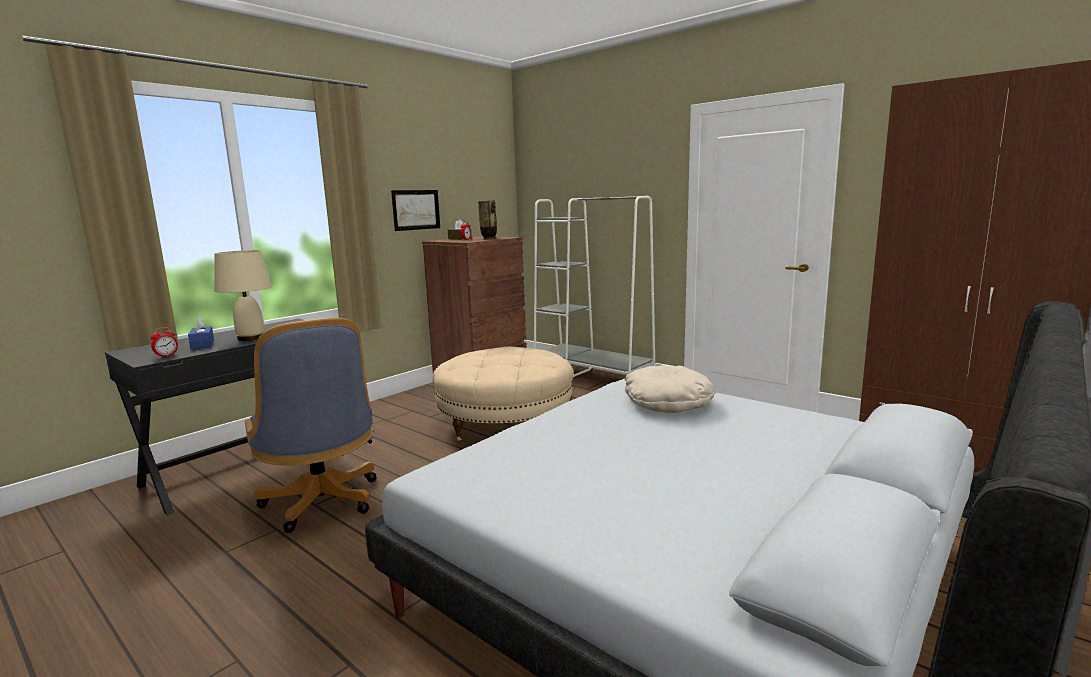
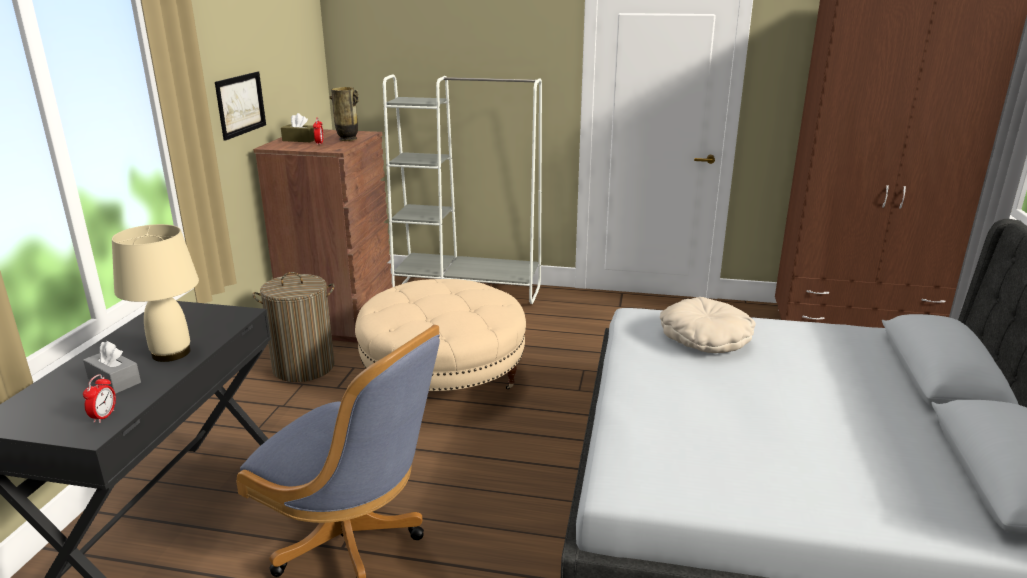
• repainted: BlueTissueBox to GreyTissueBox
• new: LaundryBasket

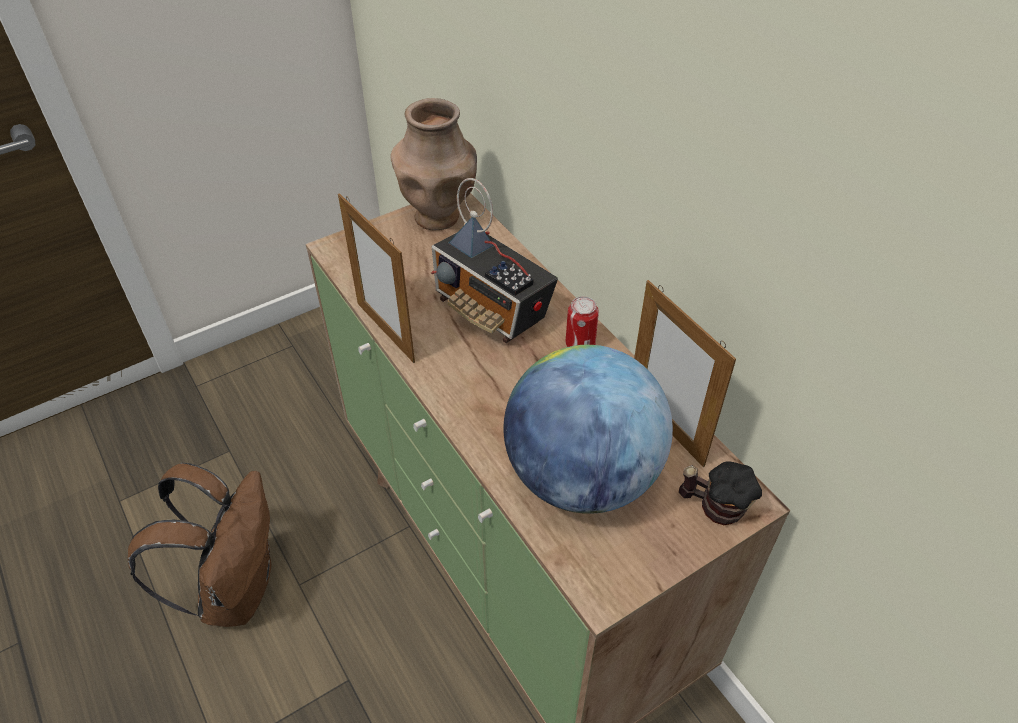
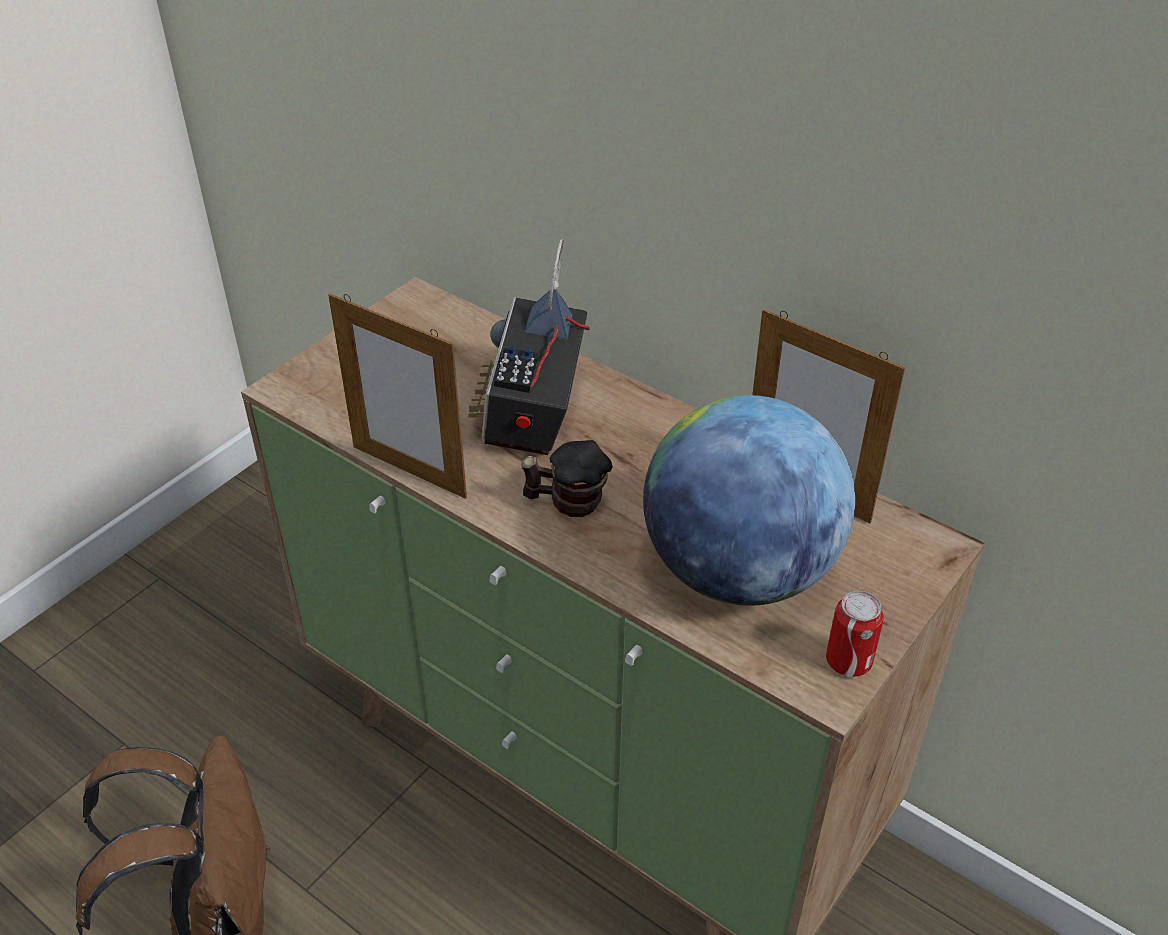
• gone: BrownVase
• rotated: Radio 75 degrees clockwise
• shifted: Can
• shifted: Mug

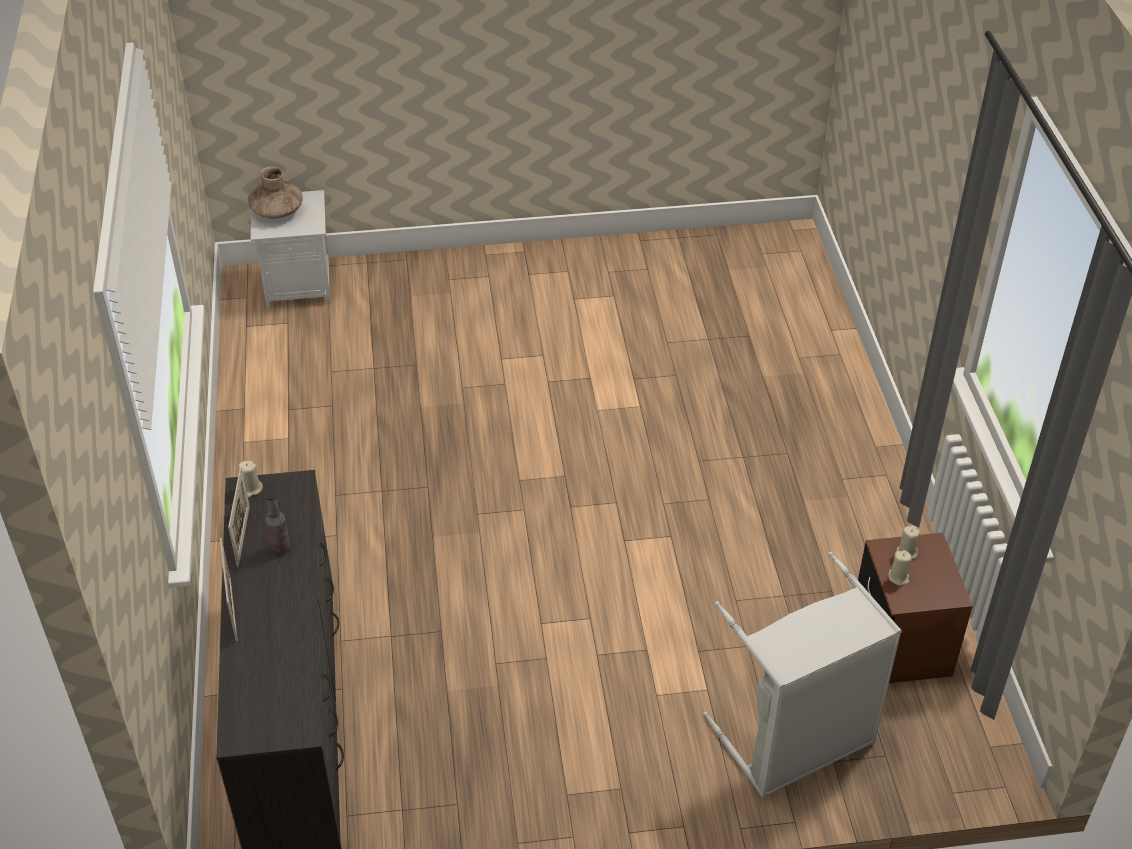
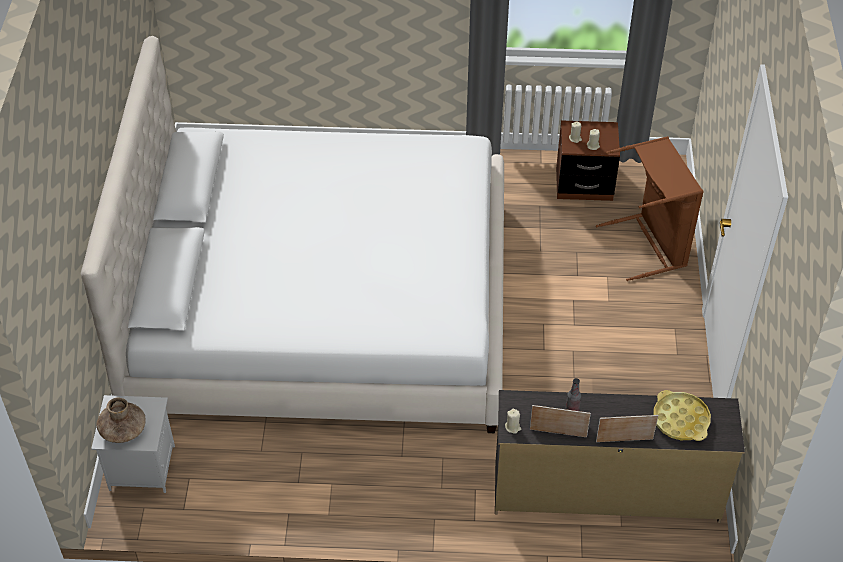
• repainted: GreyLaundryBasket to BrownLaundryBasket
• new: WhiteBed
• new: YellowTray

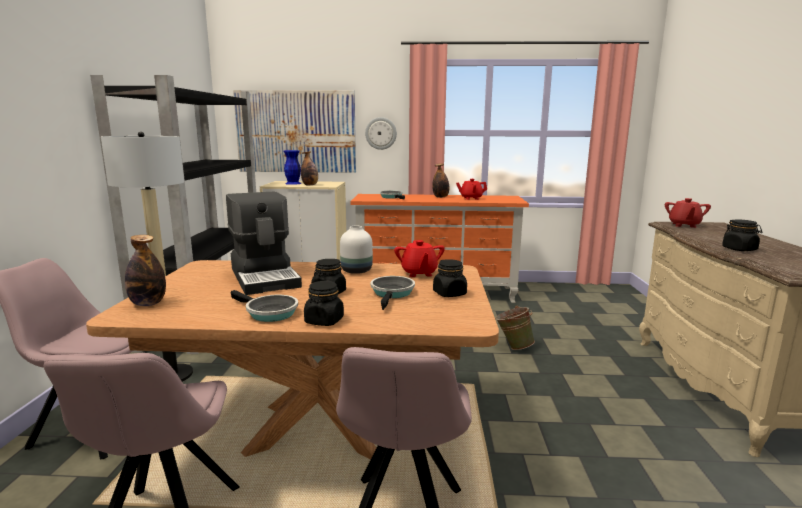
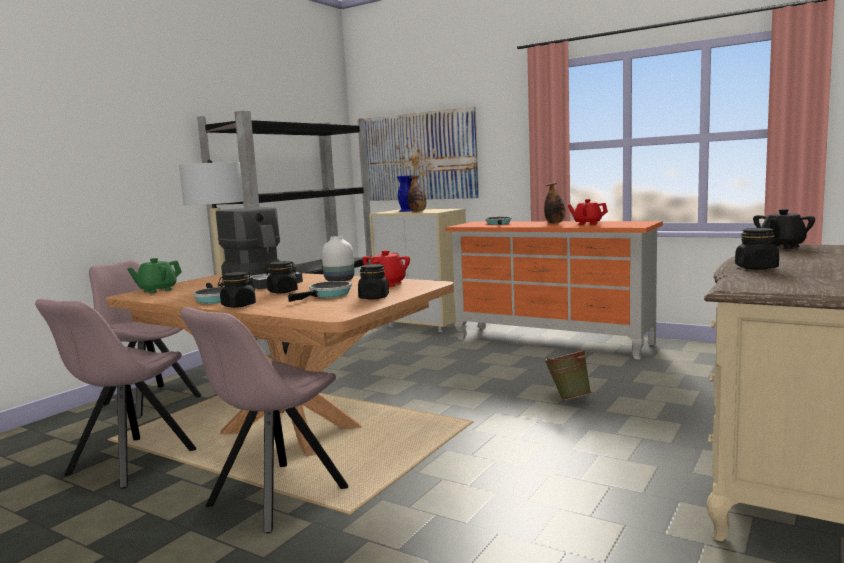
• gone: WallClock
• rotated: CoffeeMachine 45 degrees counterclockwise
• repainted: RedTeapot (no. 3 from left) to BlackTeapot
• swapped: Bottle (no. 1 from left) to GreenTeapot

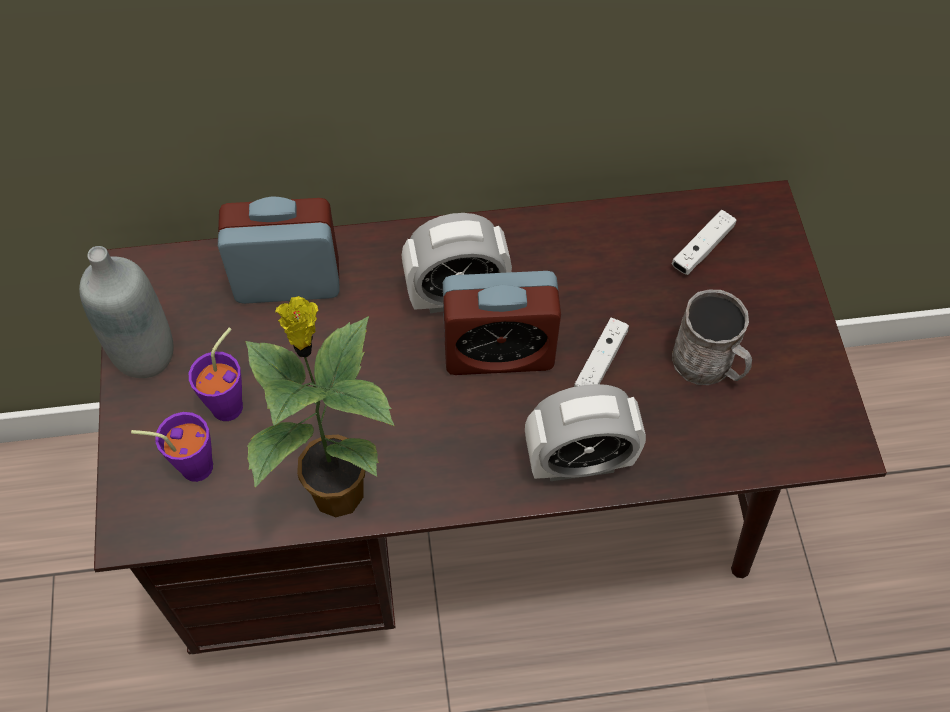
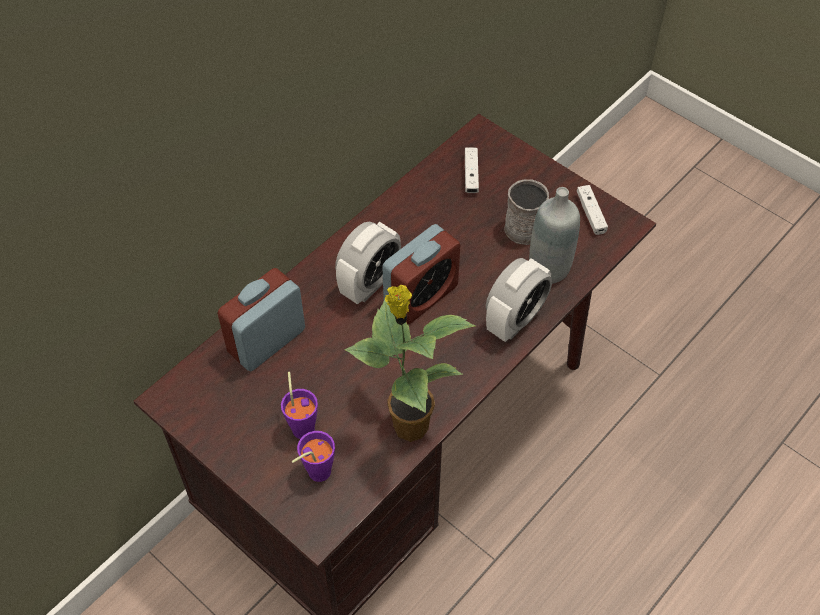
• shifted: GreyBottle
• shifted: WhiteGameController (no. 1 from left in the first image) to WhiteGameController (no. 2 from left)

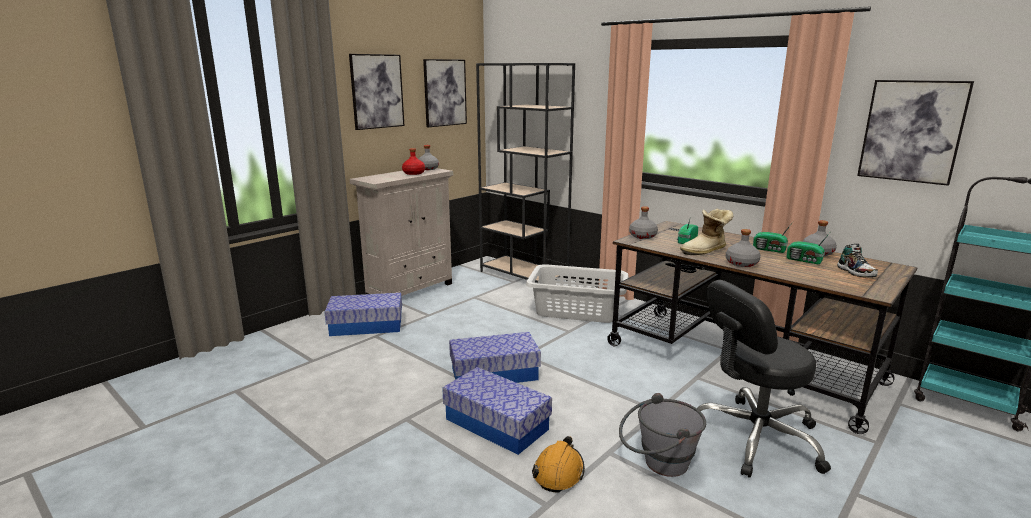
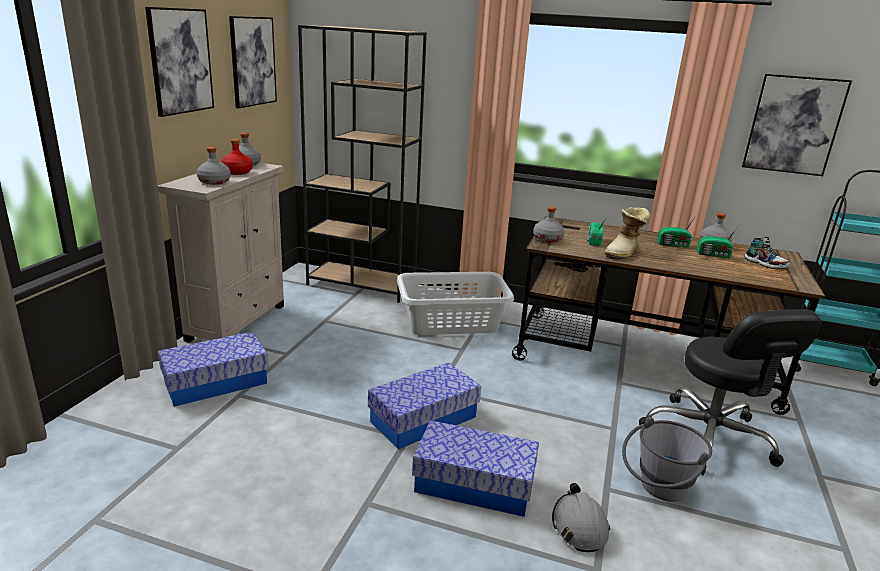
• shifted: GreyBottle (no. 3 from left in the first image) to GreyBottle (no. 1 from left)
• rotated: BlackOfficeChair 60 degrees counterclockwise
• repainted: OrangeHardHat to GreyHardHat

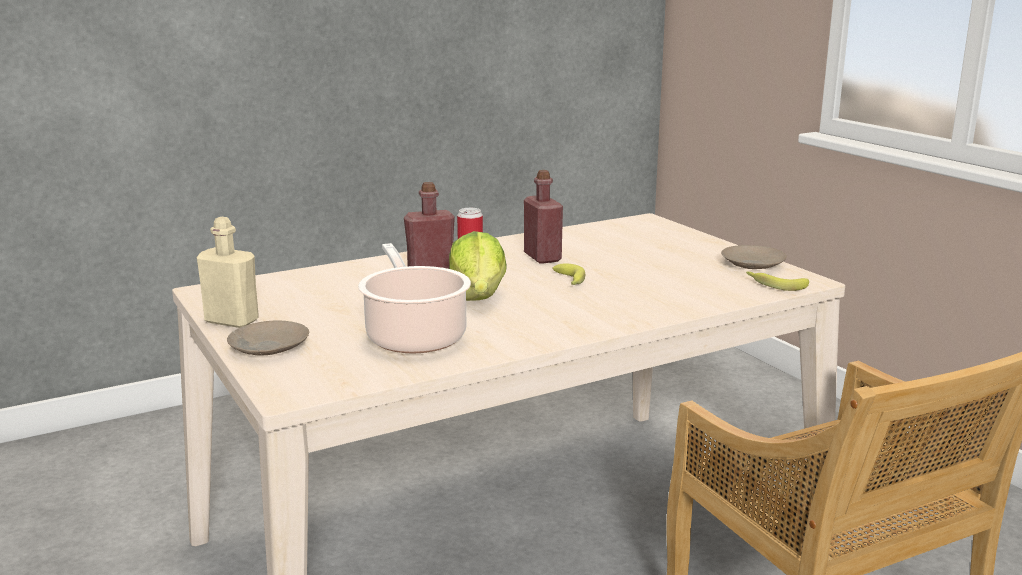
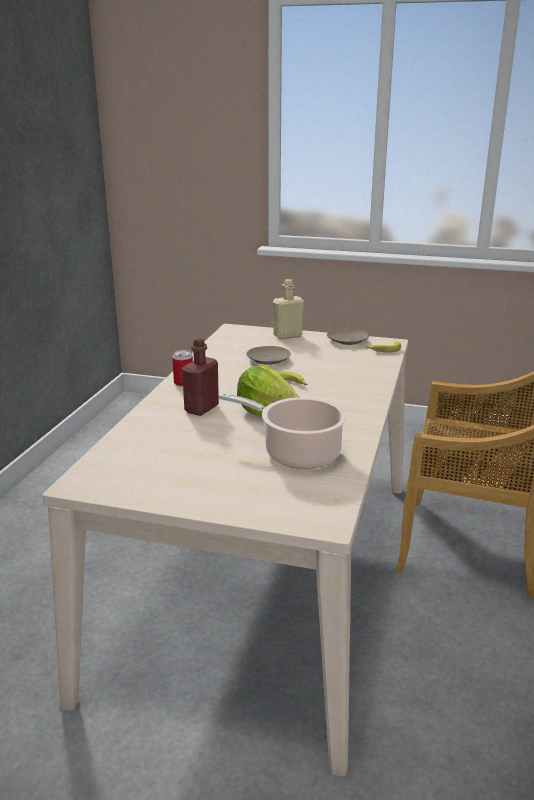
• gone: RedBottle (no. 2 from left)
• shifted: BeigeBottle
• shifted: BeigePlate (no. 1 from left)

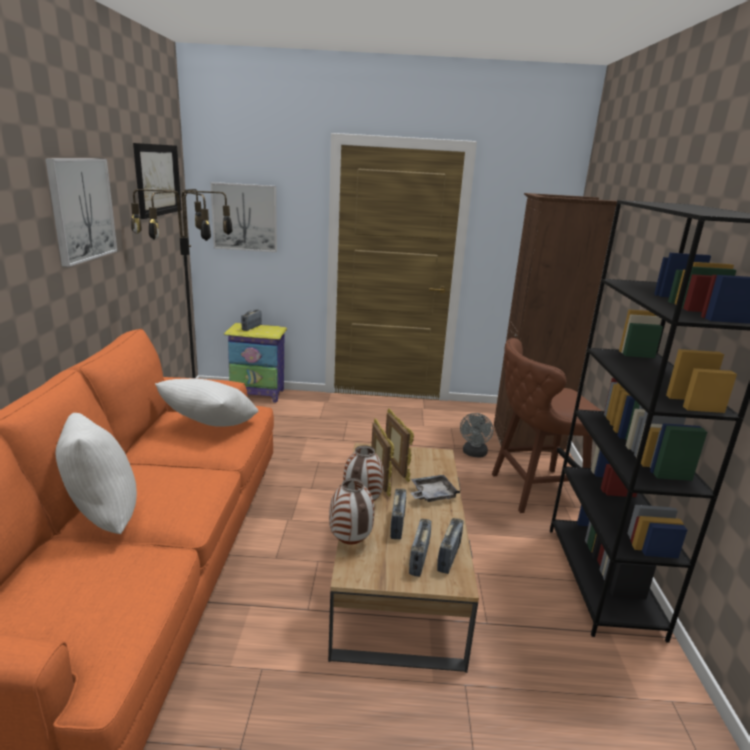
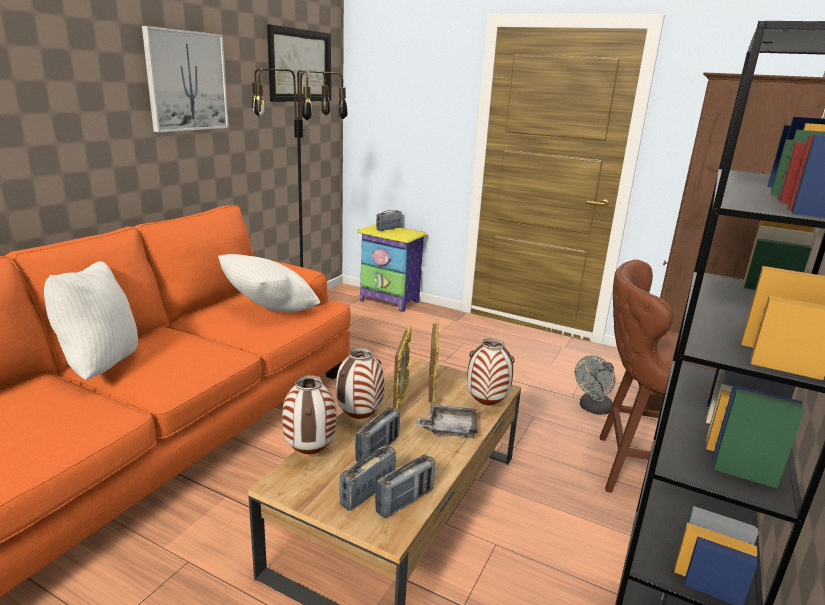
• gone: Picture (no. 3 from left)
• new: Vase (no. 3 from left)

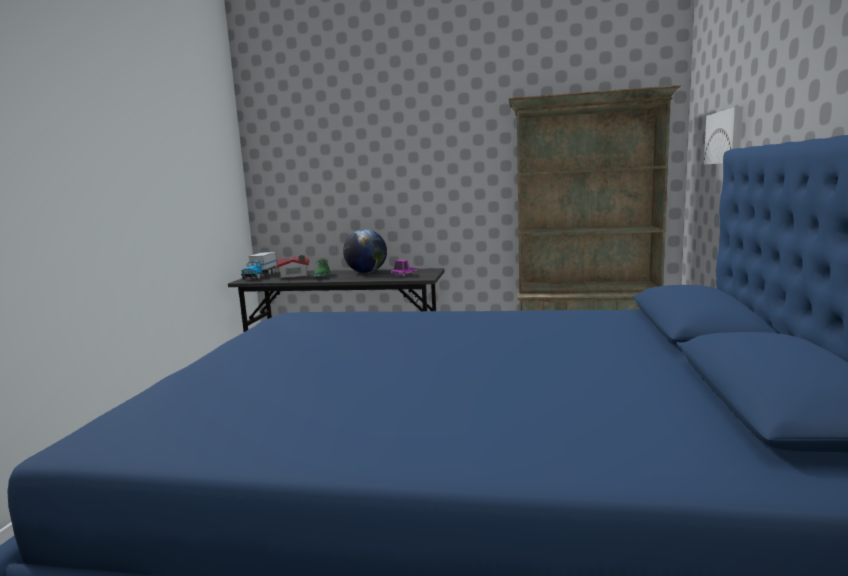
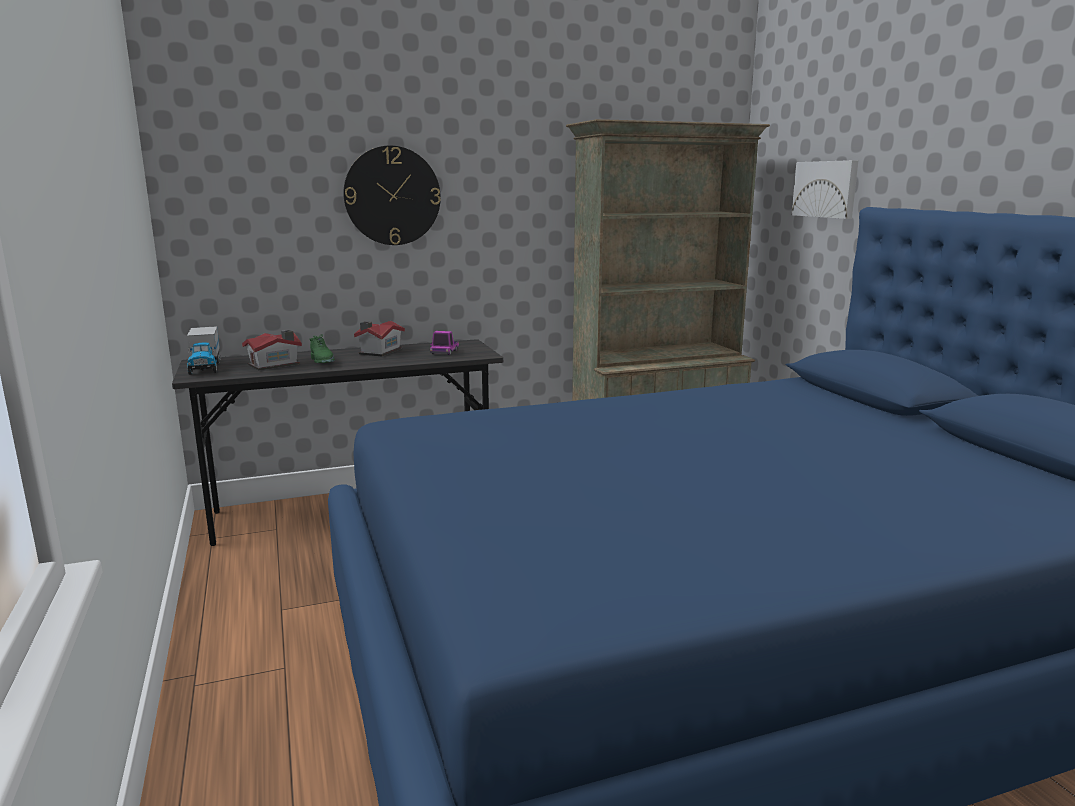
• swapped: Globe to ToyHouse (no. 2 from left)
• new: WallClock

